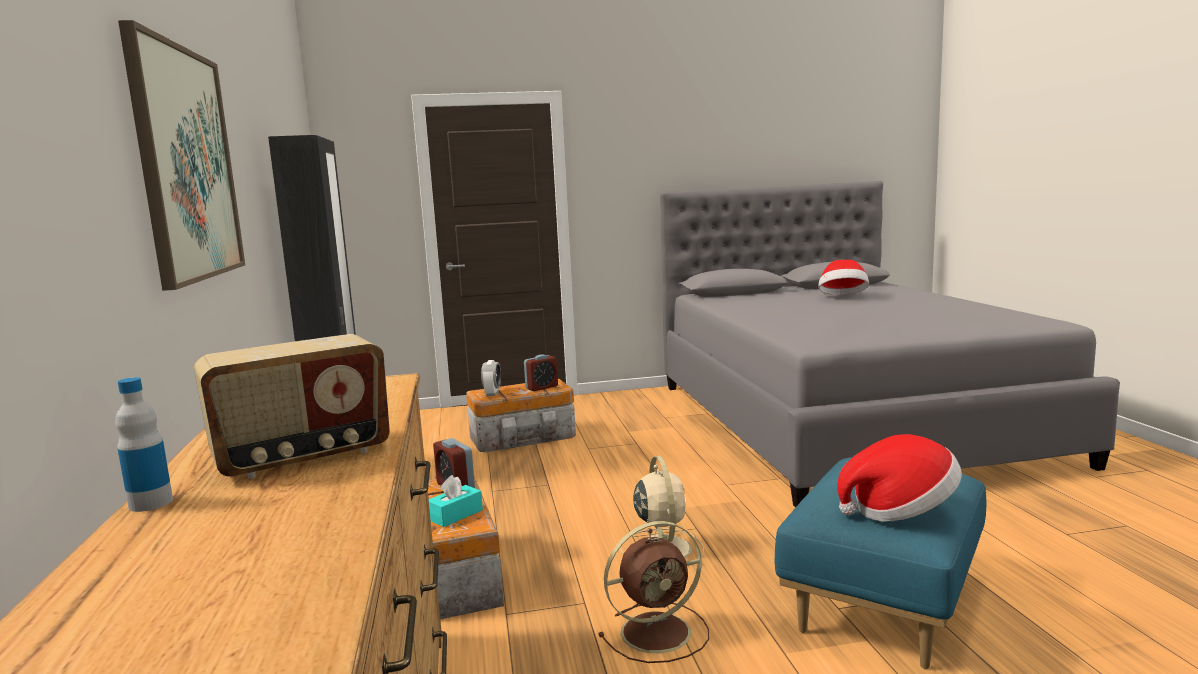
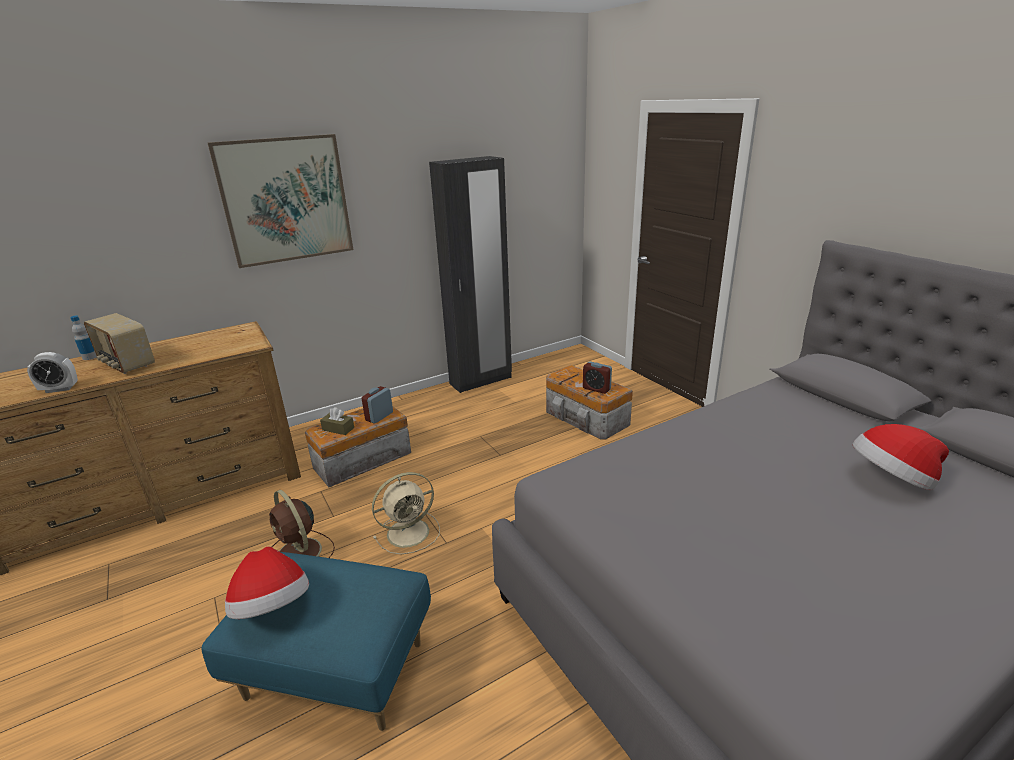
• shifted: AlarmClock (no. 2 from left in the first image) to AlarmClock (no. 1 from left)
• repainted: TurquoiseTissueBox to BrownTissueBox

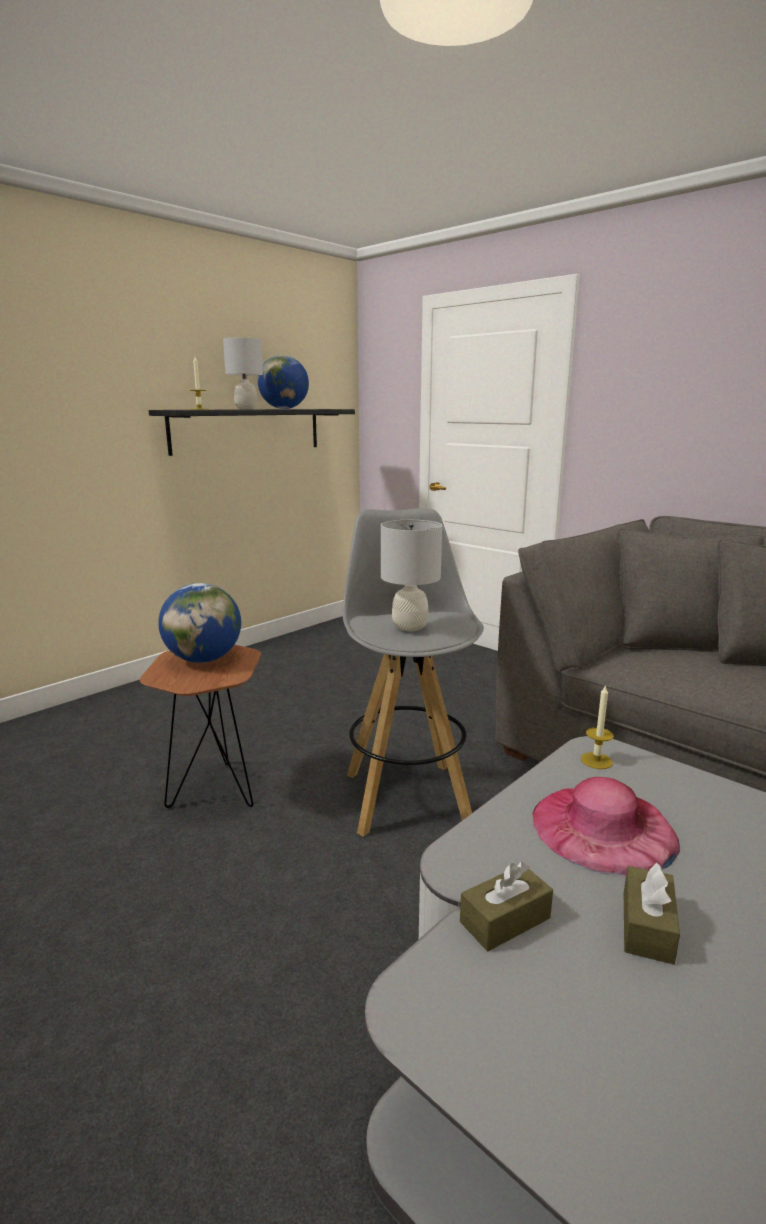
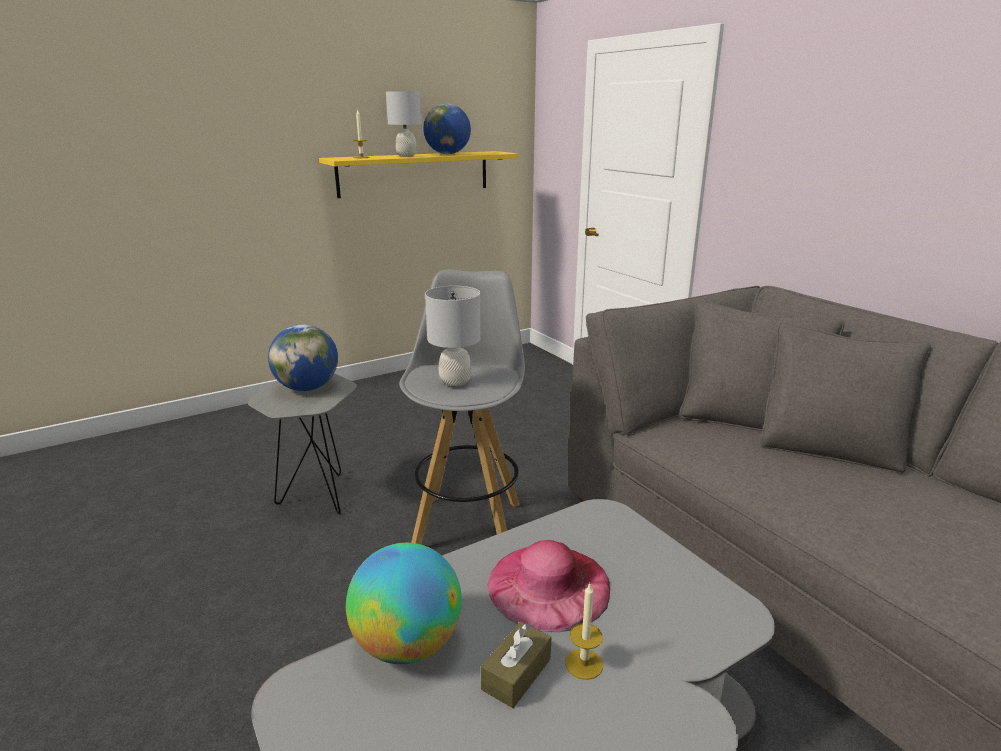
• repainted: BlackShelf to YellowShelf
• repainted: BrownSideTable to GreySideTable
• shifted: Candle (no. 2 from left)
• swapped: BrownTissueBox (no. 1 from left) to Globe (no. 2 from left)

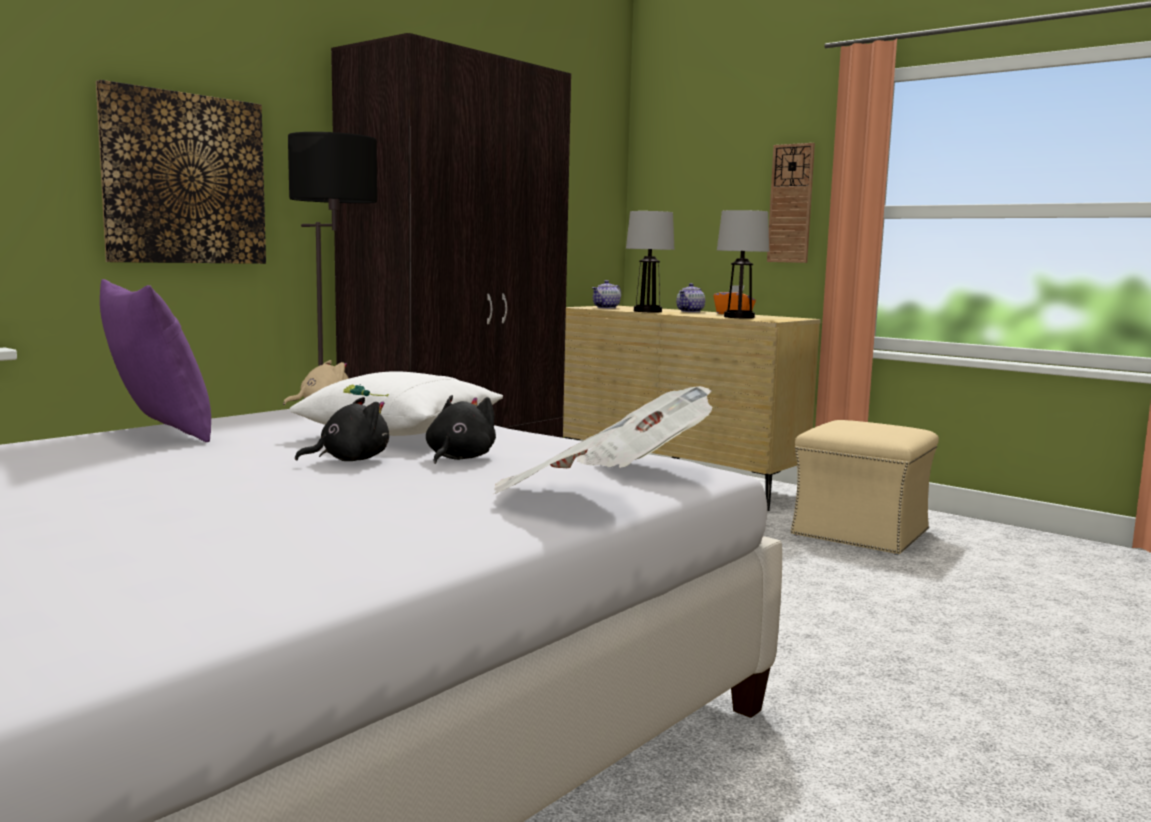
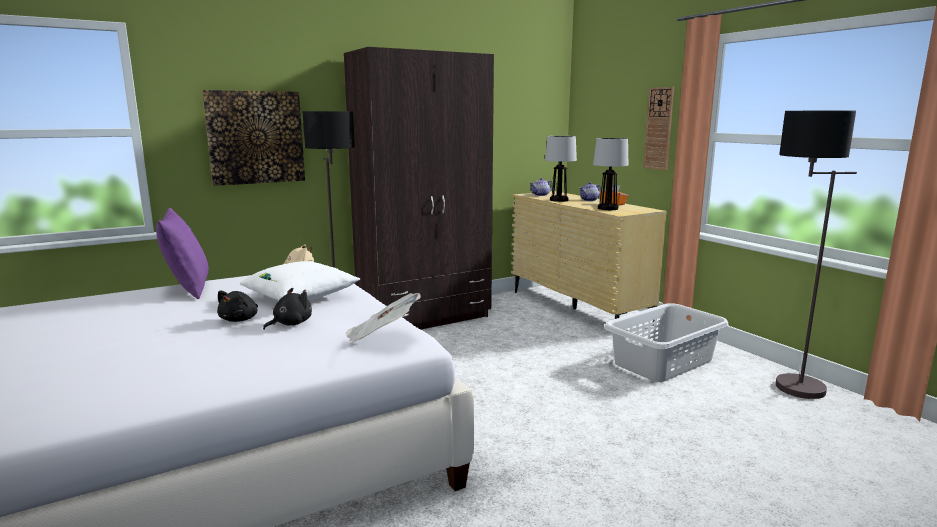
• rotated: BlackPlushToy (no. 1 from left) 120 degrees clockwise
• gone: Newspaper (no. 1 from left)
• swapped: BeigeOttoman to GreyLaundryBasket
• new: BlackFloorLamp (no. 2 from left)

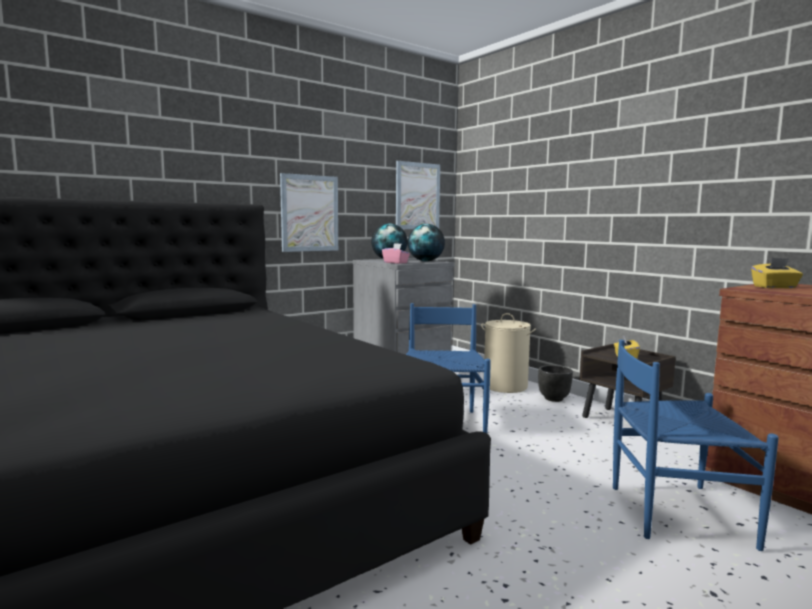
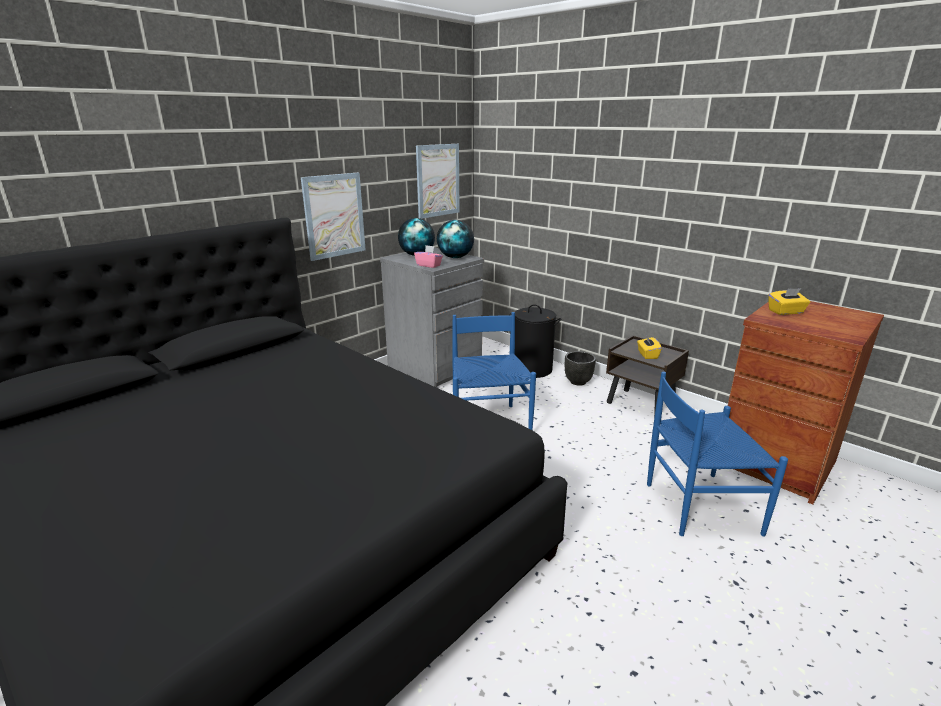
• repainted: BeigeLaundryBasket to BlackLaundryBasket

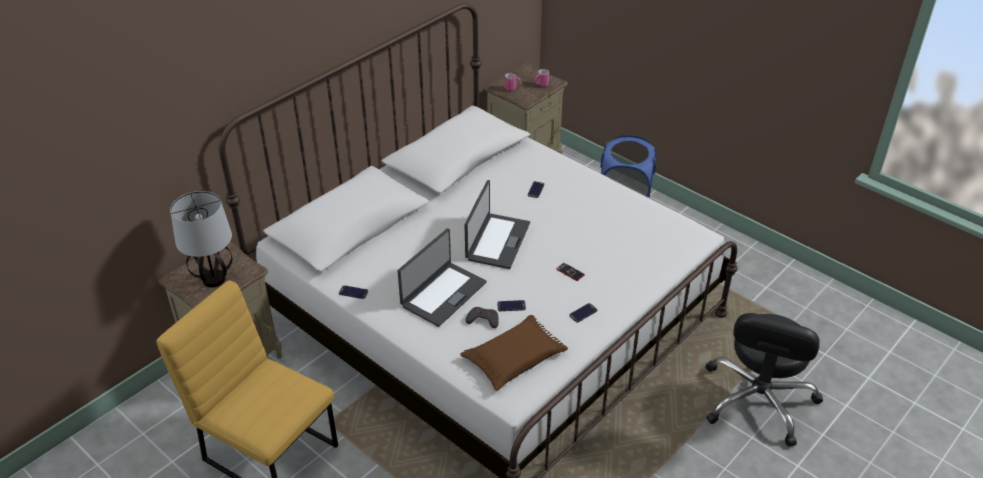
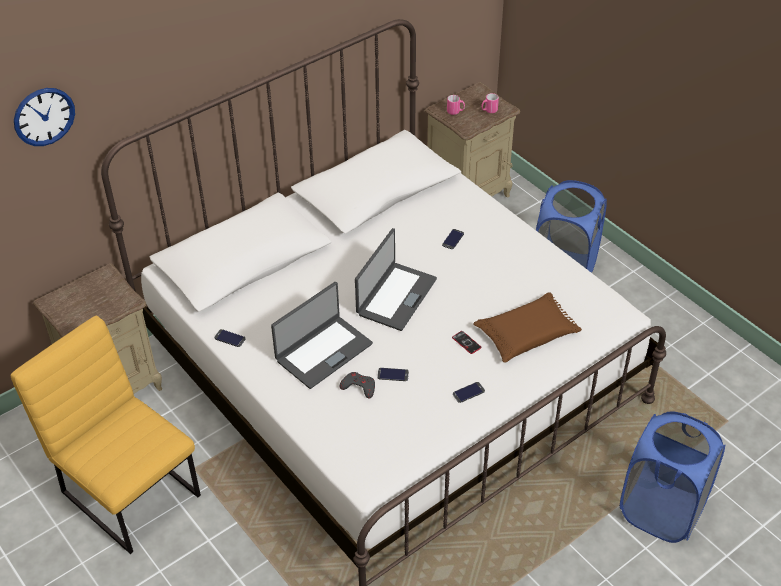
• gone: TableLamp
• swapped: BlackOfficeChair to BlueLaundryBasket (no. 2 from left)
• shifted: BrownPillow
• new: WallClock

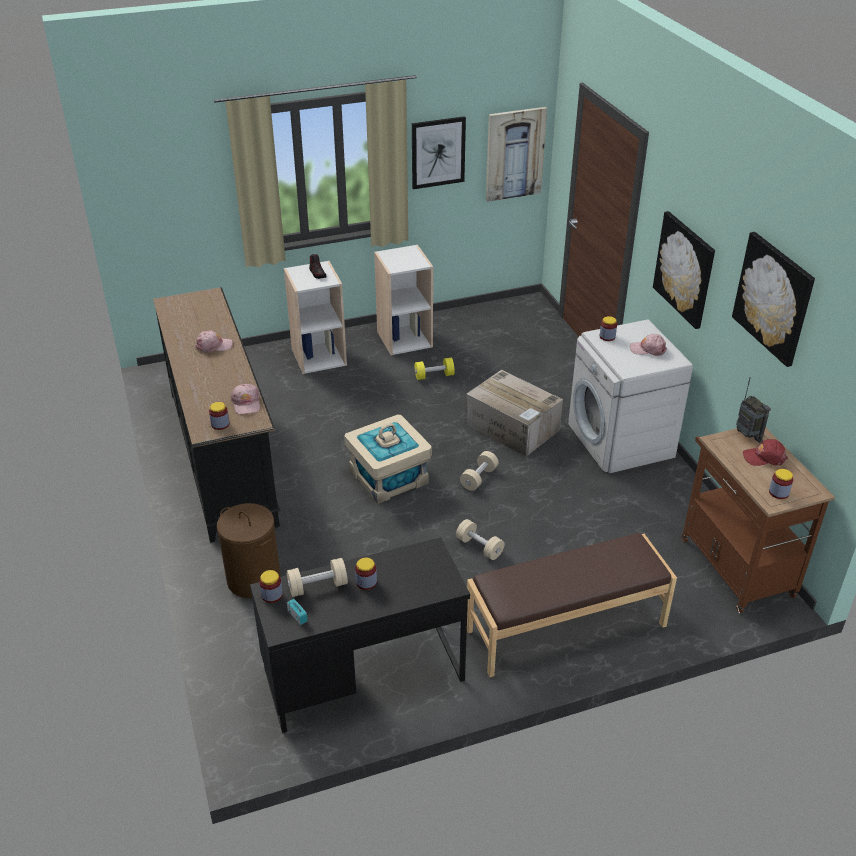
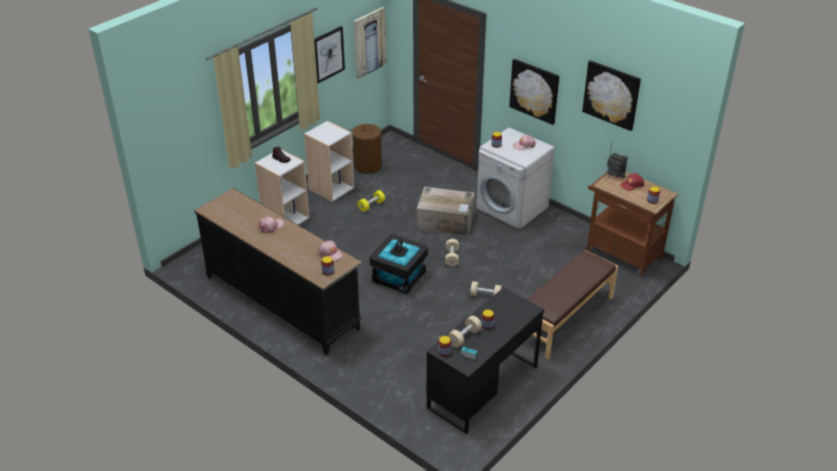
• repainted: BeigeStorageBox to BlackStorageBox
• shifted: BrownLaundryBasket

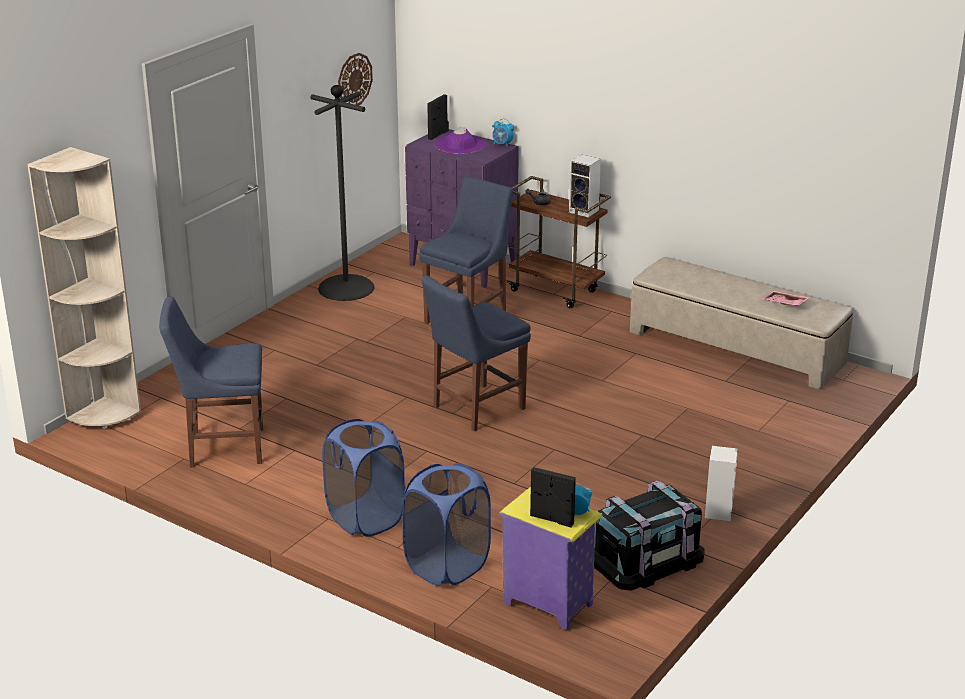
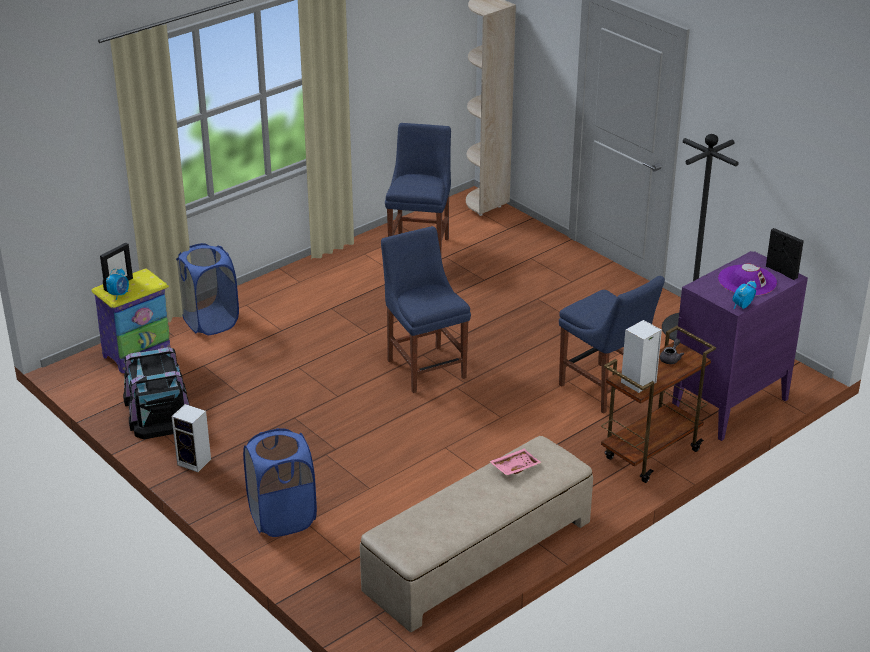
• gone: WallClock
• shifted: PinkTray
• shifted: BlueLaundryBasket (no. 1 from left in the first image) to BlueLaundryBasket (no. 2 from left)

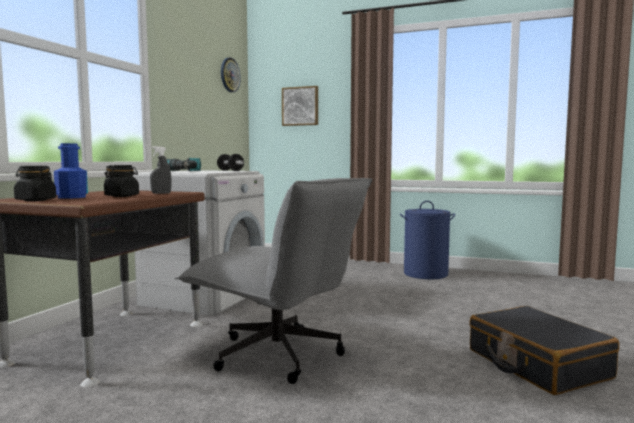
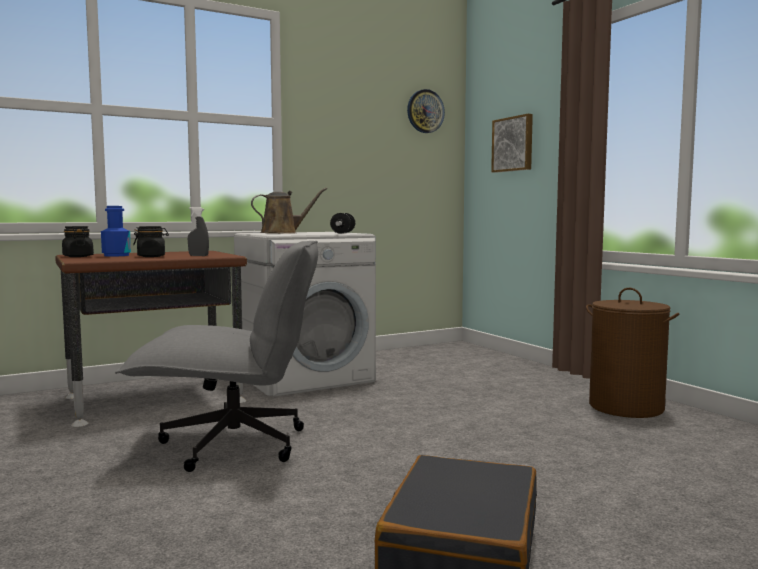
• swapped: PowerDrill to BrownWateringCan
• rotated: GreyOfficeChair 75 degrees counterclockwise
• repainted: BlueLaundryBasket to BrownLaundryBasket

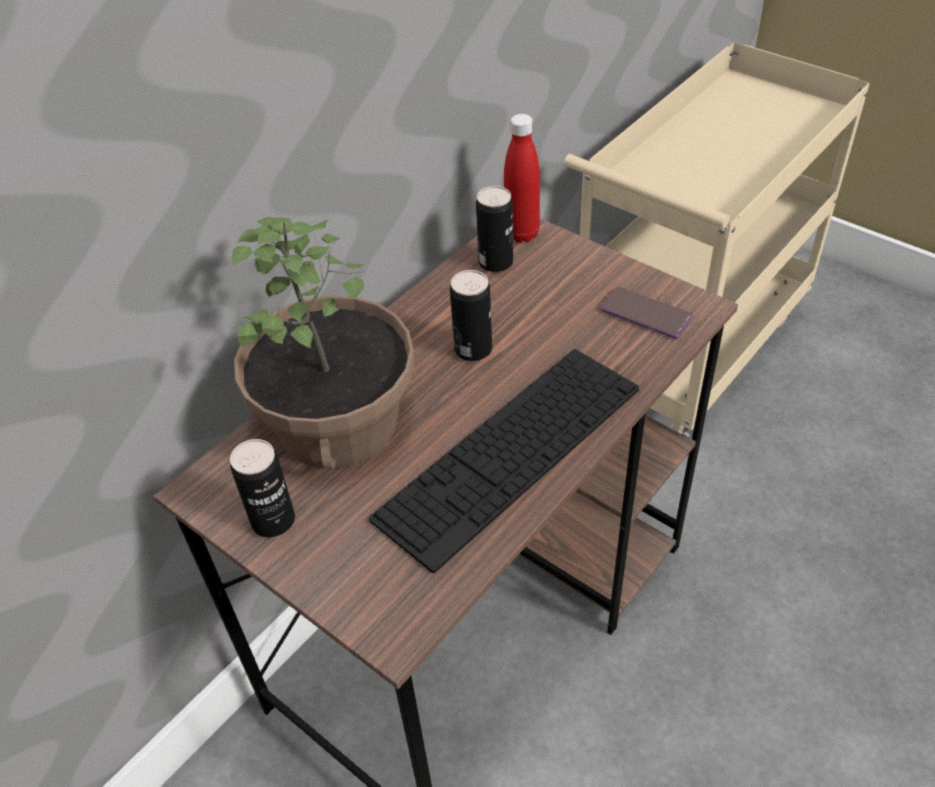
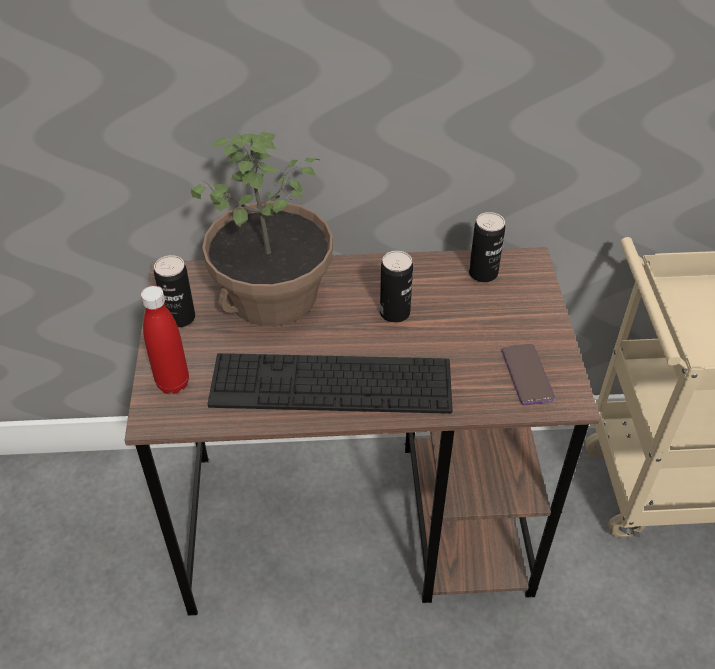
• shifted: RedBottle

